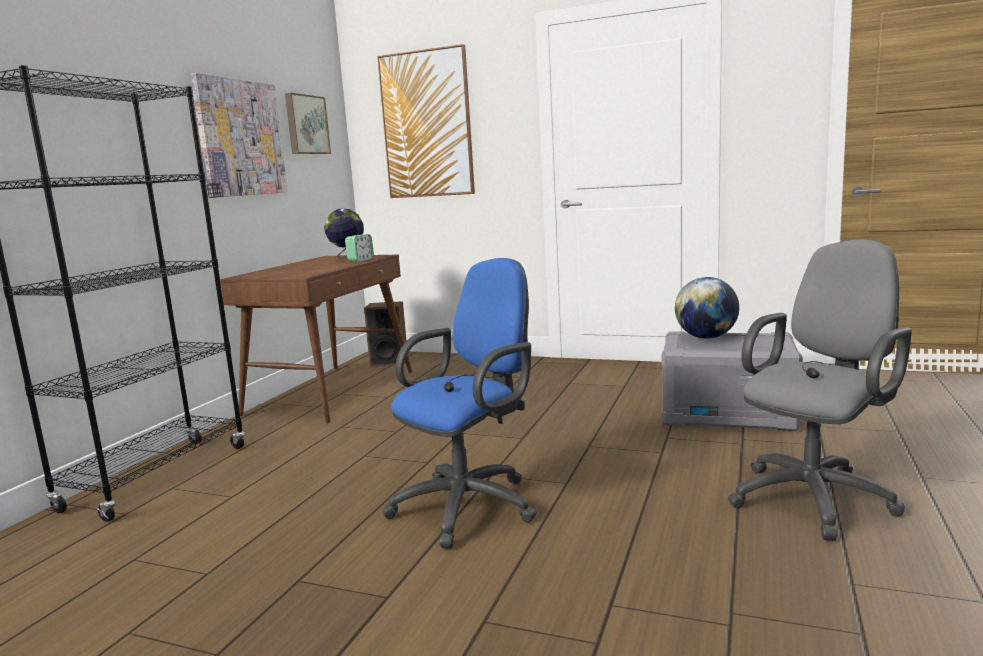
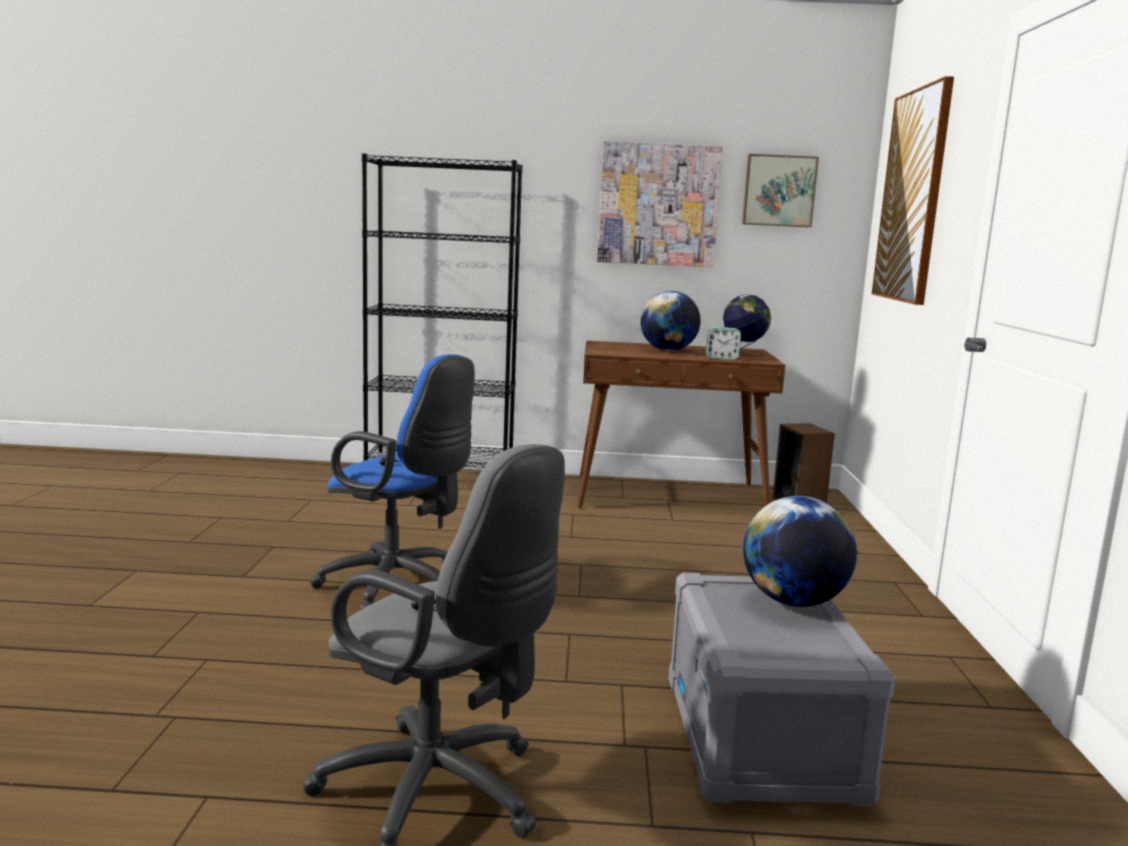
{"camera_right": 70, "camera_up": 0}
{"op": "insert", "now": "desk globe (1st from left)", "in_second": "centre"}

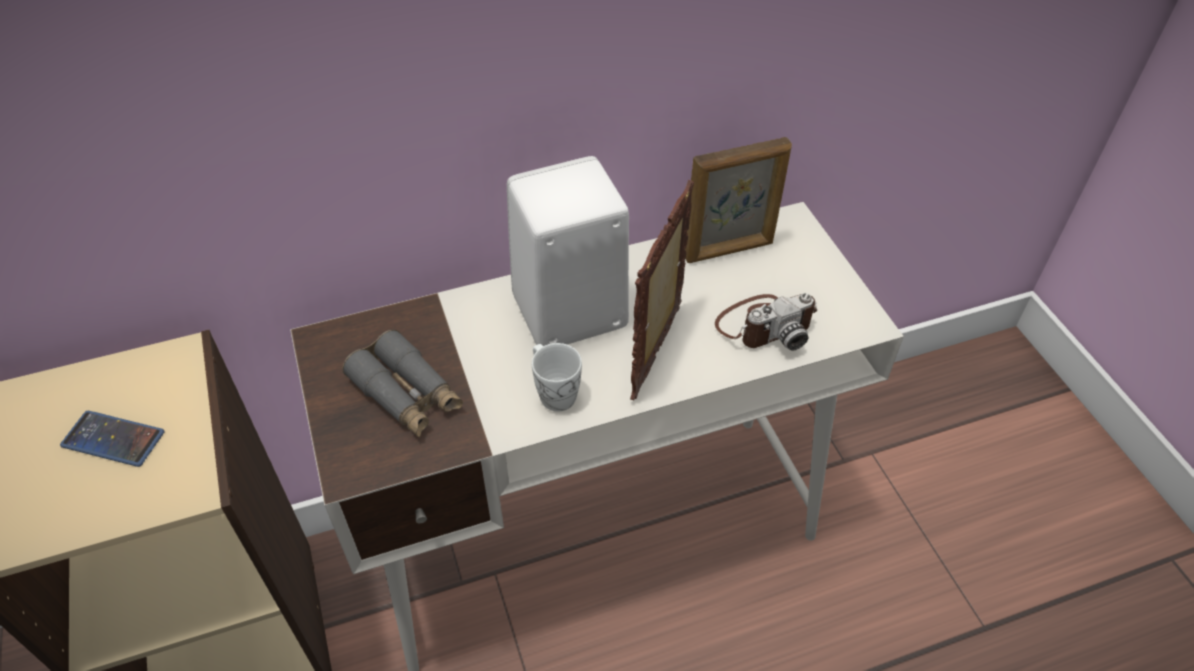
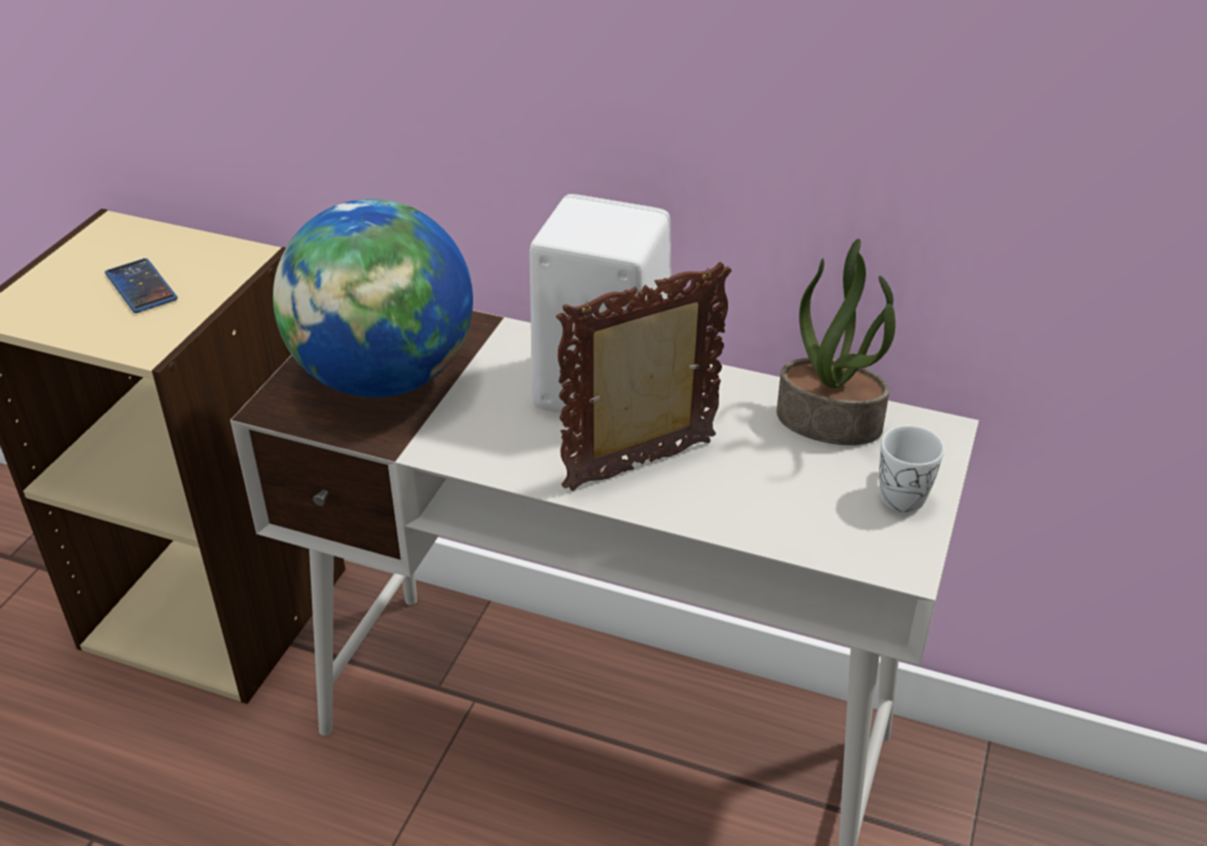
{"camera_right": 40, "camera_up": -10}
{"op": "replace", "was": "photo frame (2nd from left)", "now": "potted plant", "in_first": "top centre", "in_second": "middle right"}
{"op": "delete", "was": "photo camera", "in_first": "centre"}
{"op": "replace", "was": "grey binoculars", "now": "desk globe", "in_first": "centre", "in_second": "middle left"}
{"op": "move", "was": "white-coloured mug", "in_first": "centre", "in_second": "middle right"}

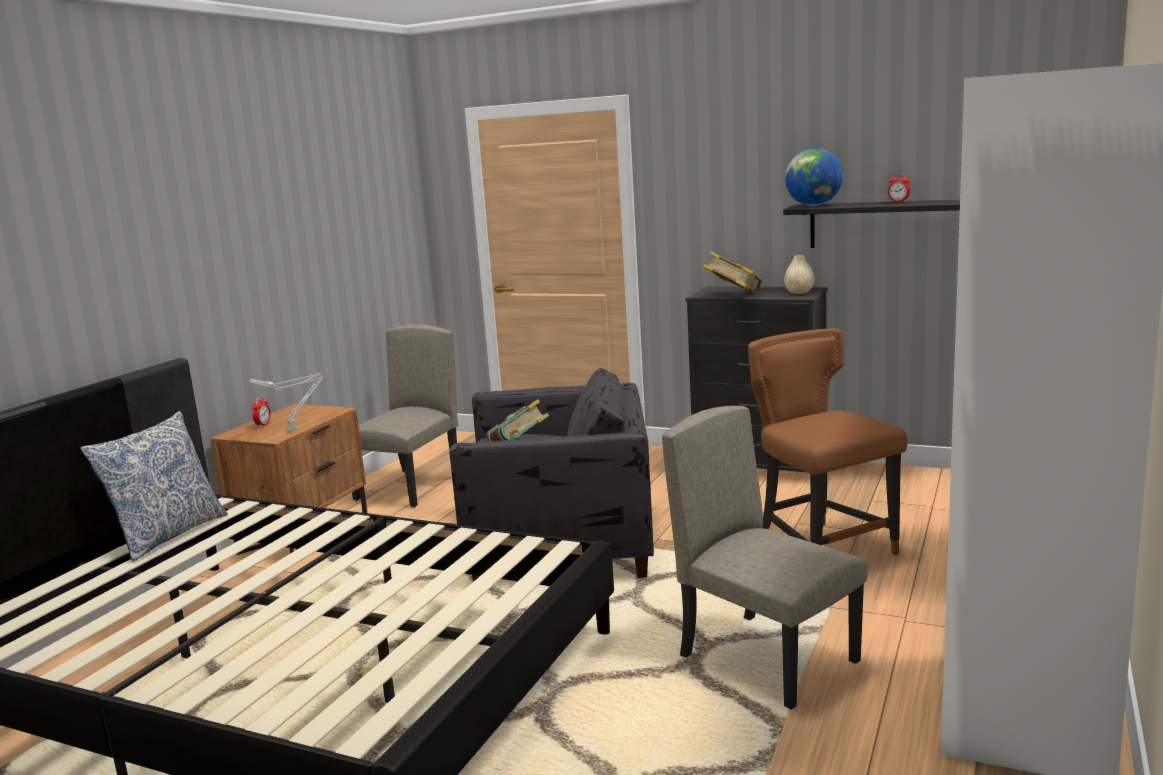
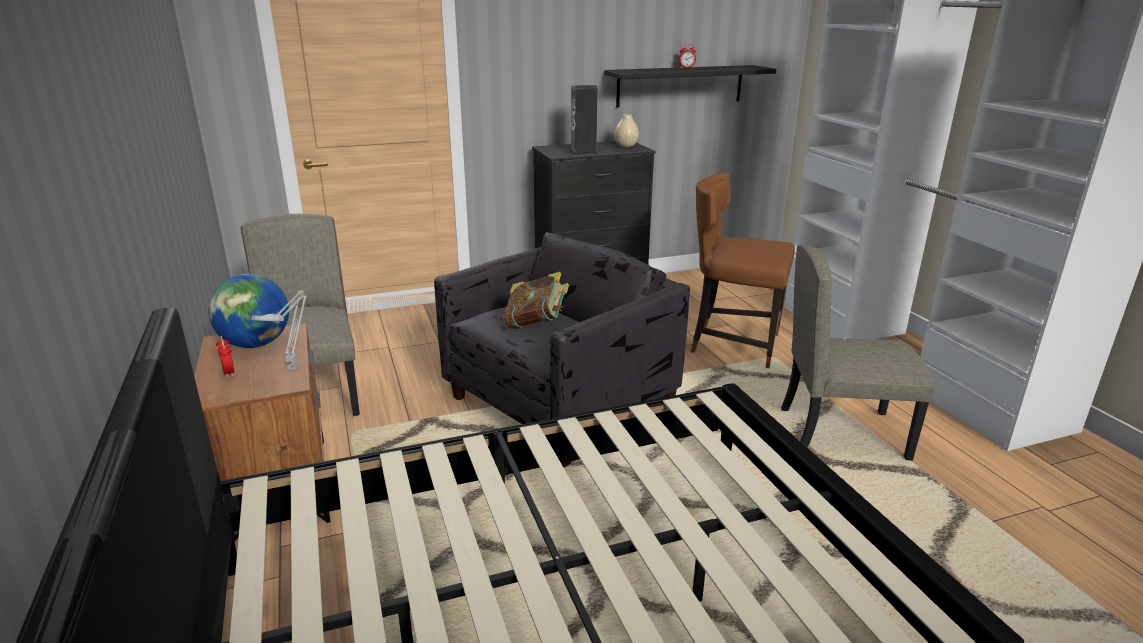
{"camera_right": -45, "camera_up": 10}
{"op": "move", "was": "desk globe", "in_first": "top right", "in_second": "middle left"}
{"op": "replace", "was": "bound book (2nd from left)", "now": "audio speaker", "in_first": "centre", "in_second": "top centre"}
{"op": "delete", "was": "cushion", "in_first": "middle left"}

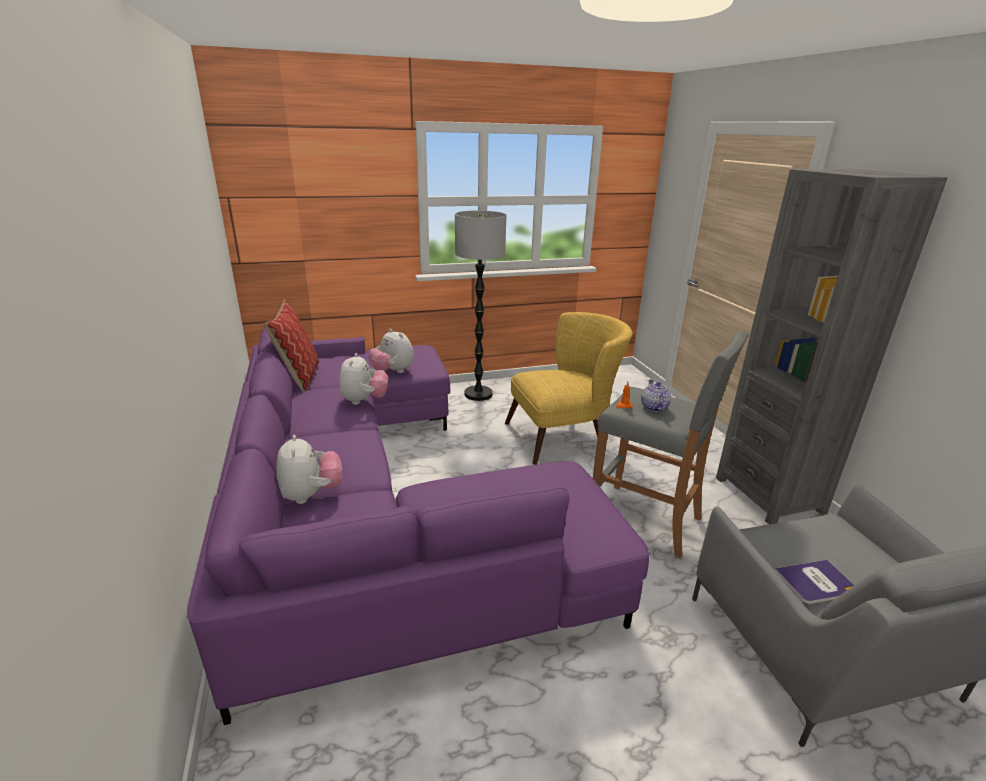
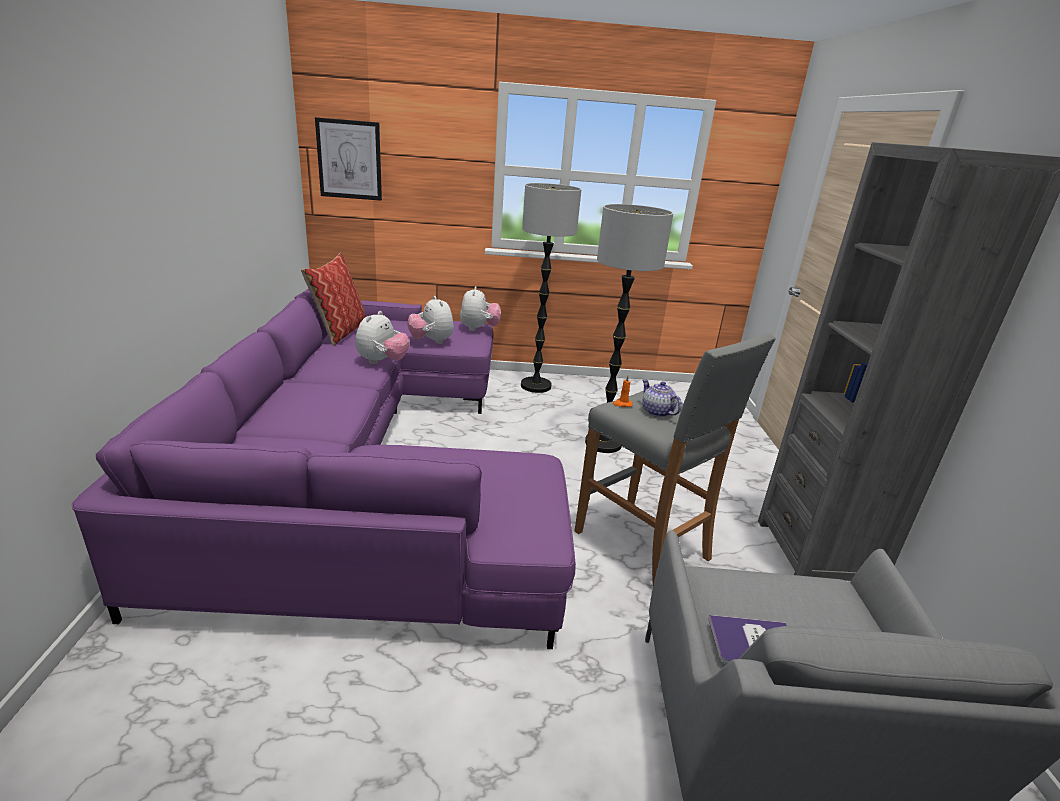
{"camera_right": 15, "camera_up": 0}
{"op": "replace", "was": "yellowish easy chair", "now": "standing lamp (2nd from left)", "in_first": "centre", "in_second": "centre"}
{"op": "rotate", "was": "pot for tea", "in_first": "centre", "in_second": "centre", "clockwise": -45}
{"op": "move", "was": "plush toy (1st from left in the first image)", "now": "plush toy (3rd from left)", "in_first": "middle left", "in_second": "centre"}
{"op": "insert", "now": "wall art", "in_second": "top left"}

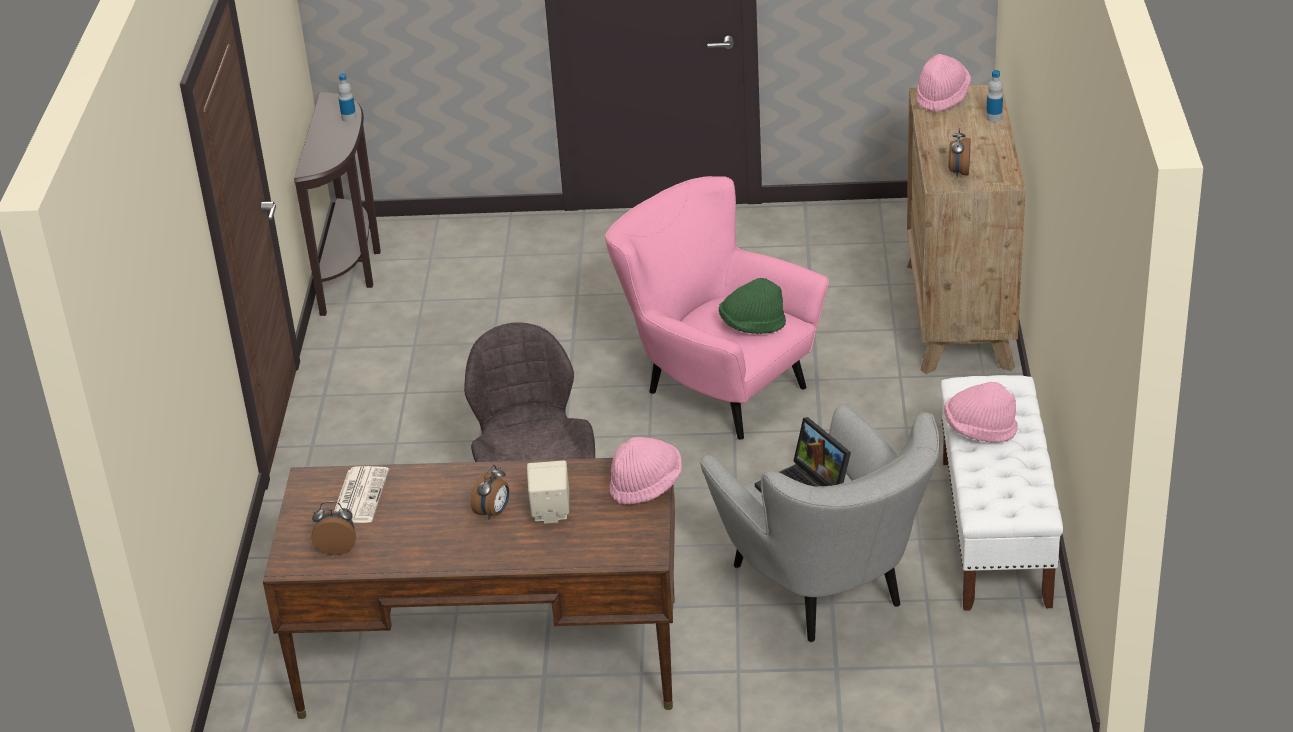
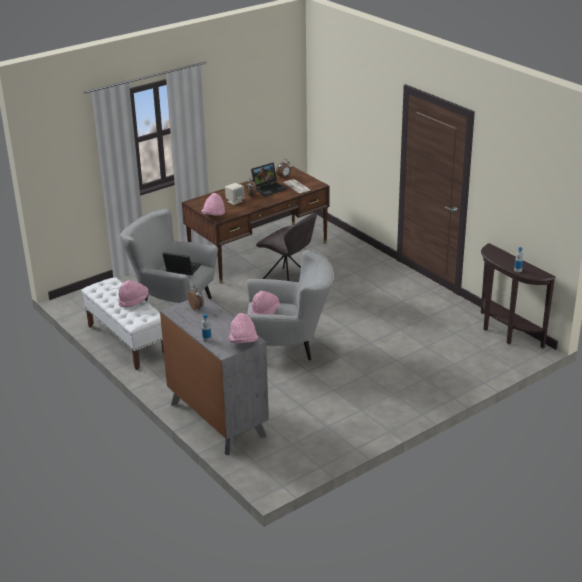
{"camera_right": 140, "camera_up": -5}
{"op": "recolor", "was": "brownish drawer chest", "now": "grey drawer chest", "in_first": "top right", "in_second": "centre"}
{"op": "recolor", "was": "pink easy chair", "now": "grey easy chair (2nd from left)", "in_first": "centre", "in_second": "centre"}
{"op": "recolor", "was": "green-coloured clothing hat", "now": "pink clothing hat (4th from left)", "in_first": "centre", "in_second": "centre"}
{"op": "insert", "now": "notebook computer (2nd from left)", "in_second": "top centre"}

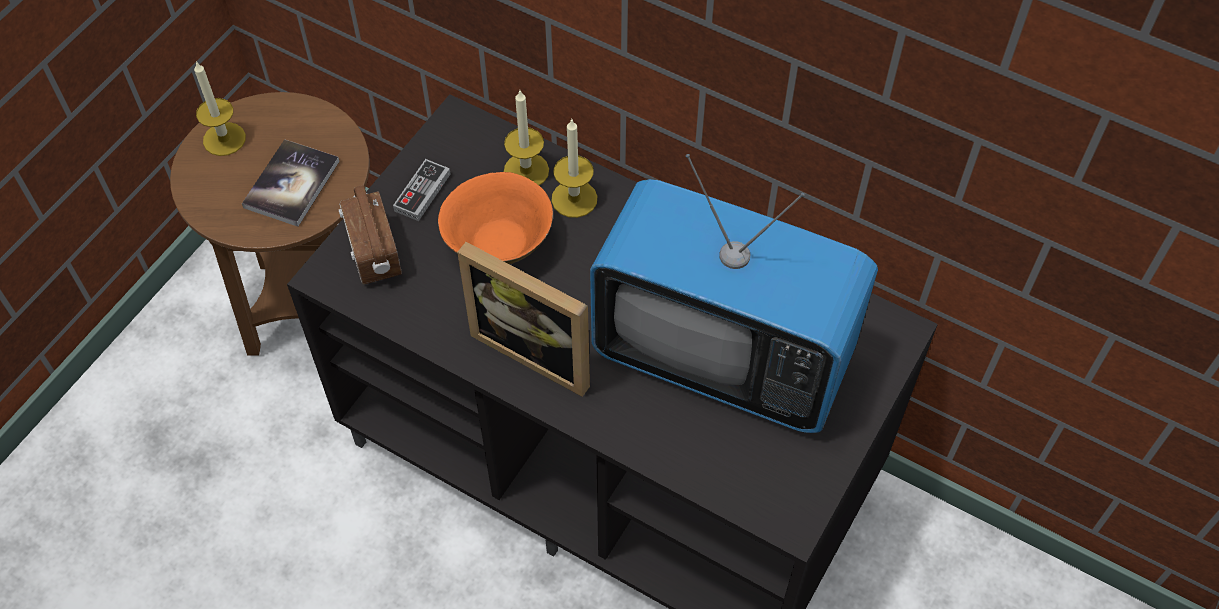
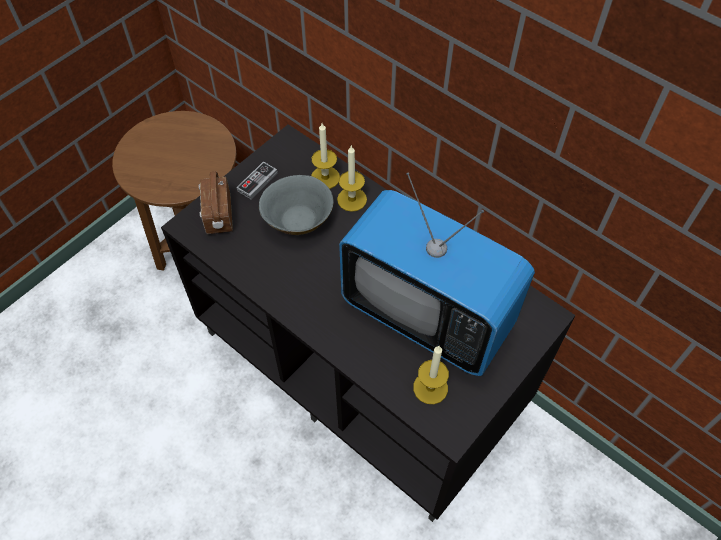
{"camera_right": 10, "camera_up": 0}
{"op": "move", "was": "candle (1st from left in the first image)", "now": "candle (3rd from left)", "in_first": "top left", "in_second": "bottom centre"}
{"op": "delete", "was": "bound book", "in_first": "top left"}
{"op": "recolor", "was": "orangey serving bowl", "now": "grey serving bowl", "in_first": "centre", "in_second": "centre"}
{"op": "delete", "was": "photo frame", "in_first": "centre"}

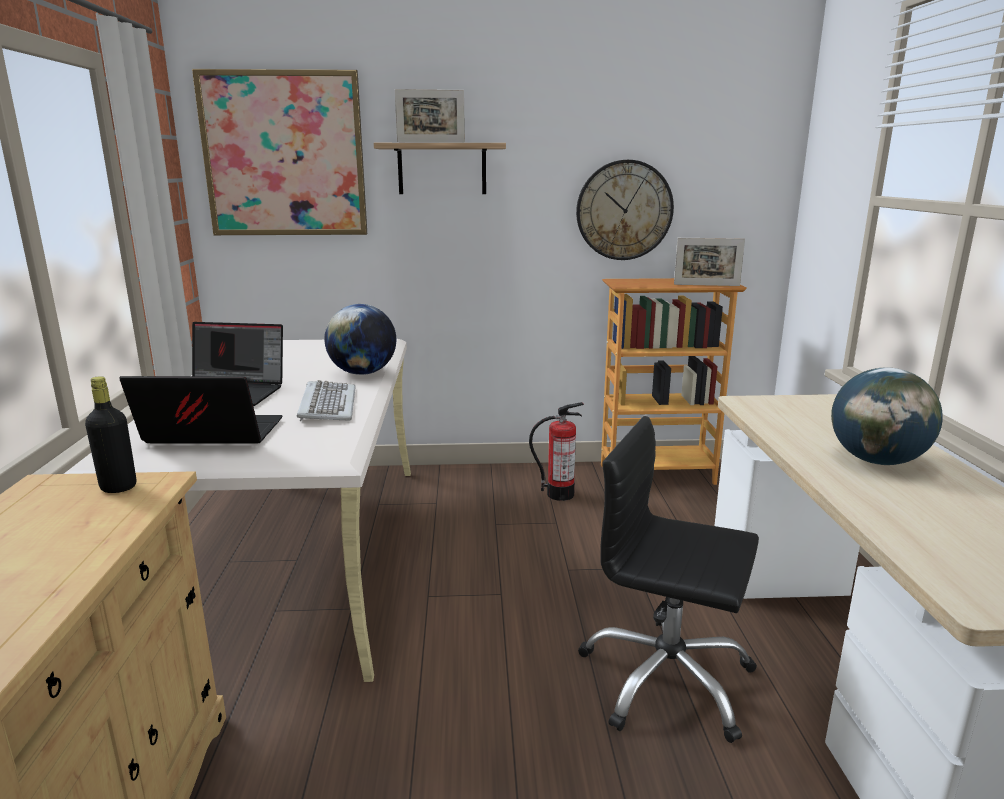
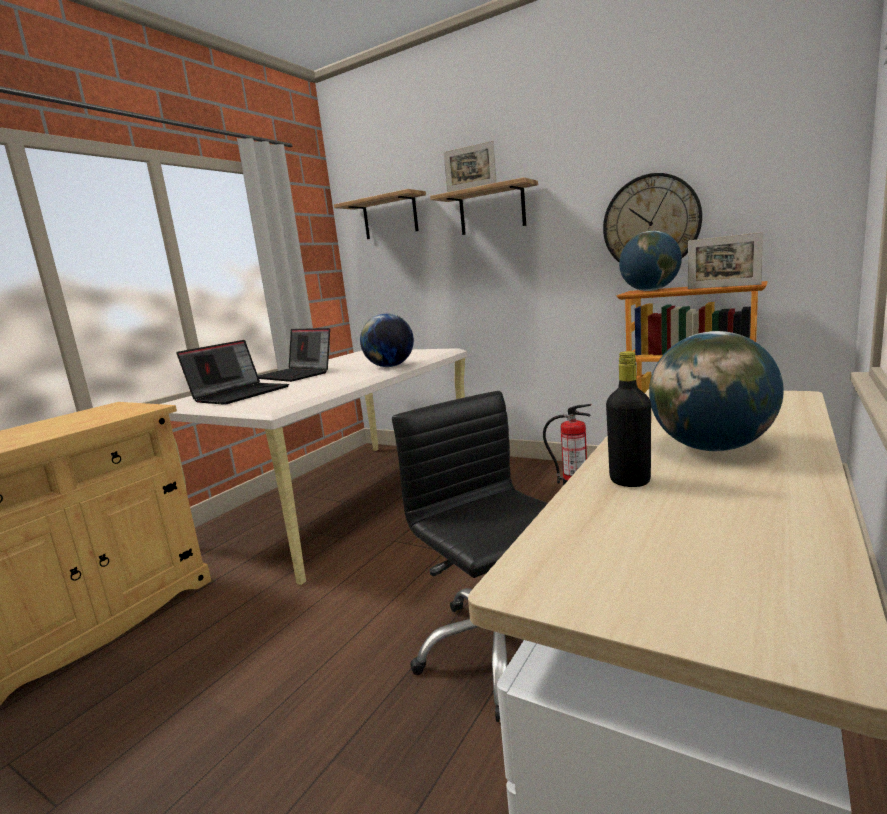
{"camera_right": 35, "camera_up": -5}
{"op": "replace", "was": "wall art", "now": "bracket shelf (1st from left)", "in_first": "top left", "in_second": "top centre"}
{"op": "move", "was": "black drink bottle", "in_first": "middle left", "in_second": "middle right"}
{"op": "rotate", "was": "notebook computer (1st from left)", "in_first": "middle left", "in_second": "middle left", "clockwise": 90}
{"op": "delete", "was": "computer keyboard", "in_first": "middle left"}
{"op": "insert", "now": "desk globe (2nd from left)", "in_second": "top right"}

